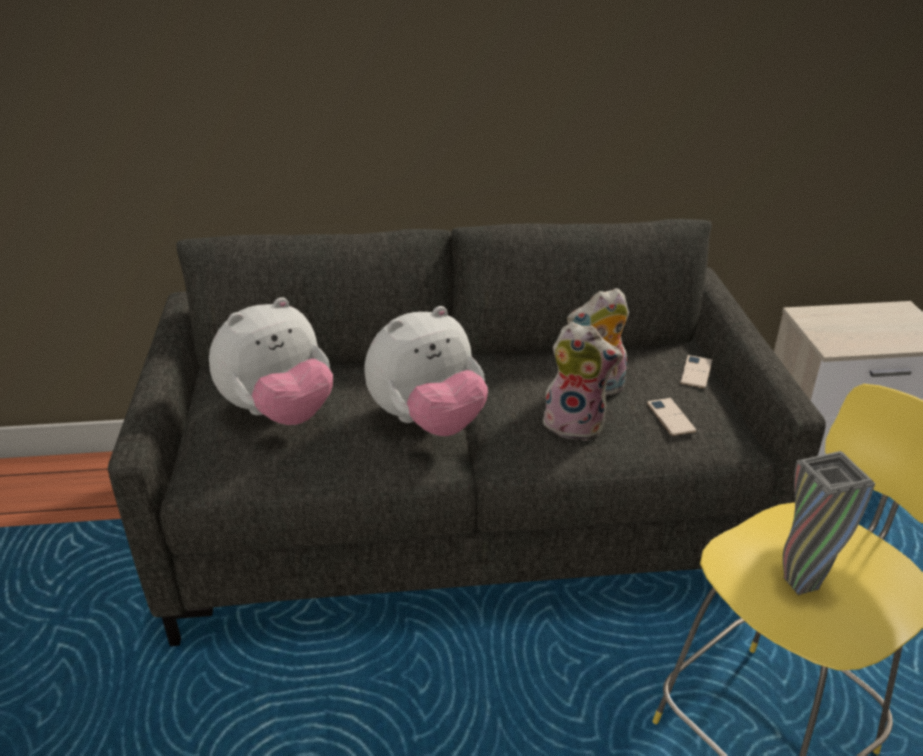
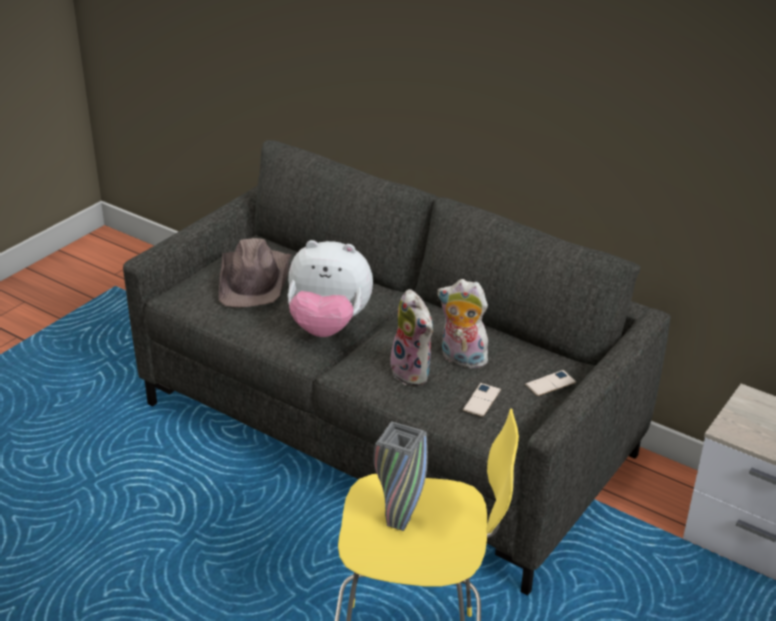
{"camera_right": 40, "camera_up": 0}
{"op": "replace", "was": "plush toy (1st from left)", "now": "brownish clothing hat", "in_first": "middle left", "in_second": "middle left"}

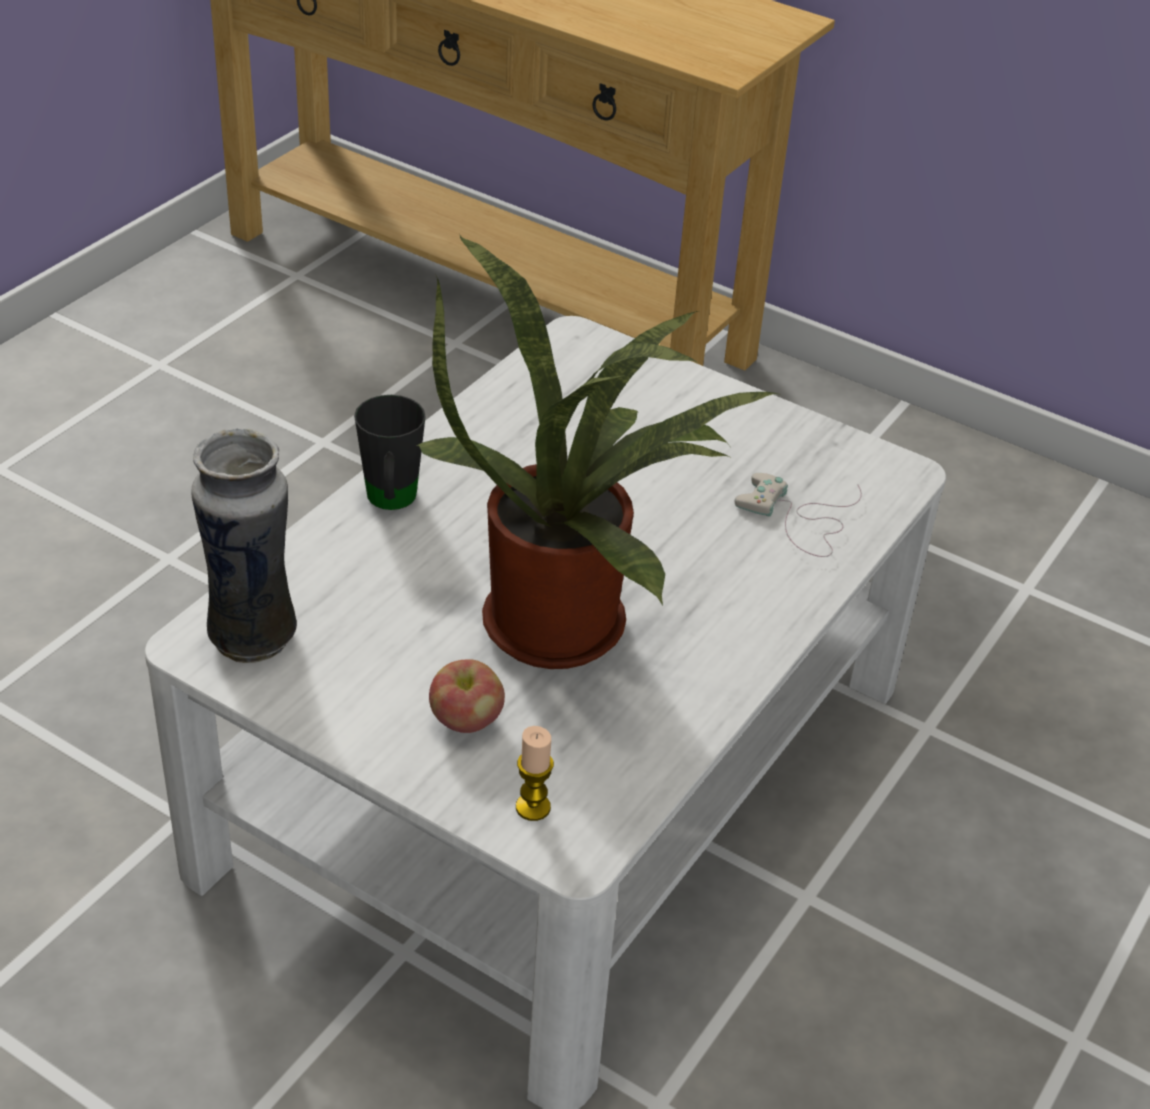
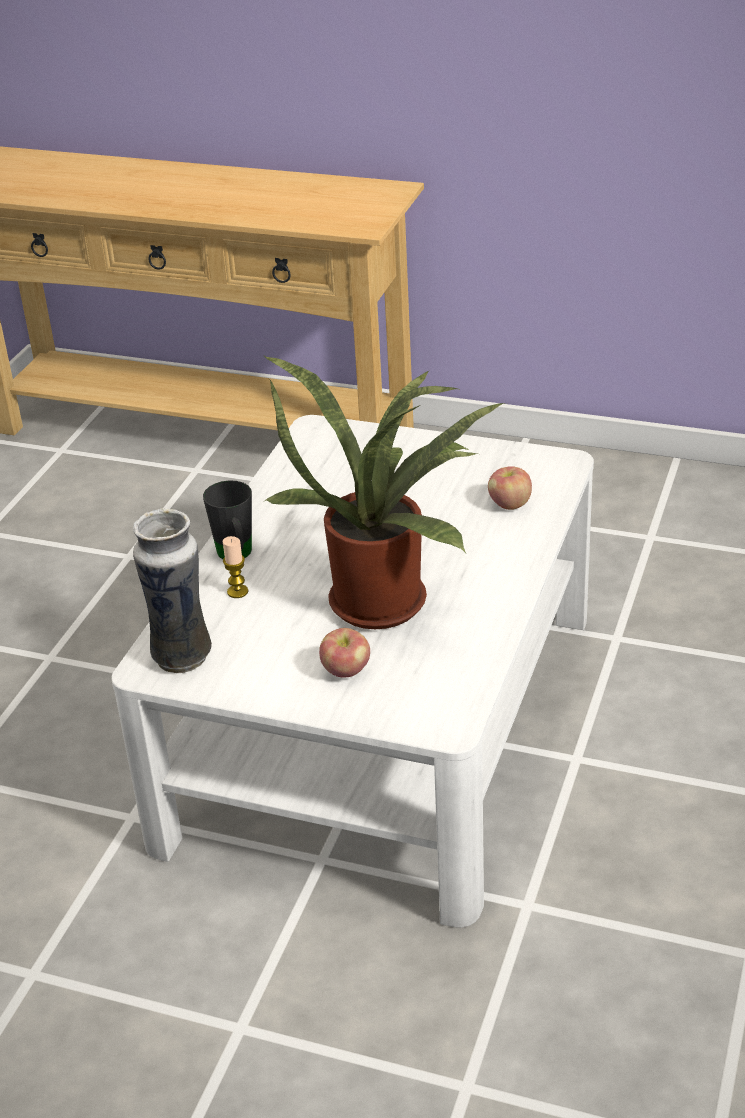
{"camera_right": -10, "camera_up": -5}
{"op": "replace", "was": "white-coloured joypad", "now": "apple fruit (2nd from left)", "in_first": "middle right", "in_second": "middle right"}
{"op": "move", "was": "candle", "in_first": "bottom centre", "in_second": "middle left"}

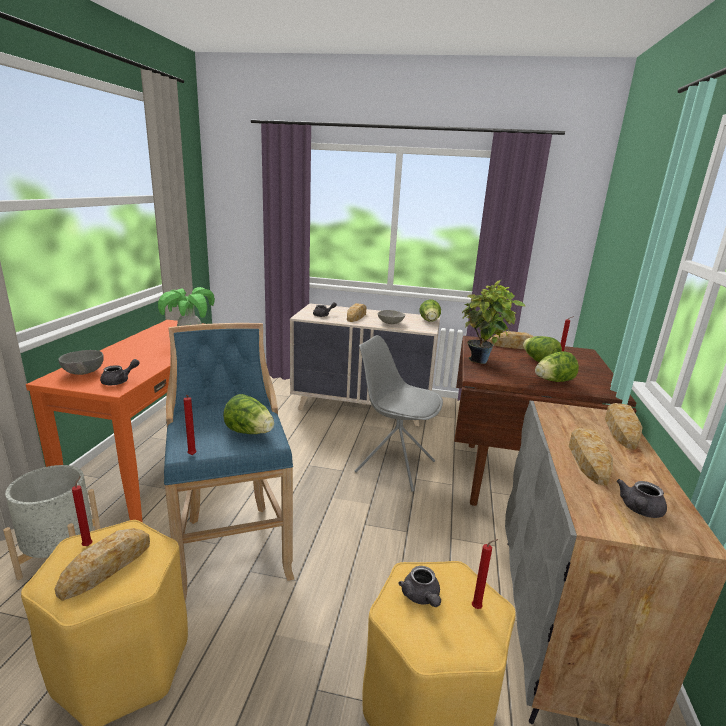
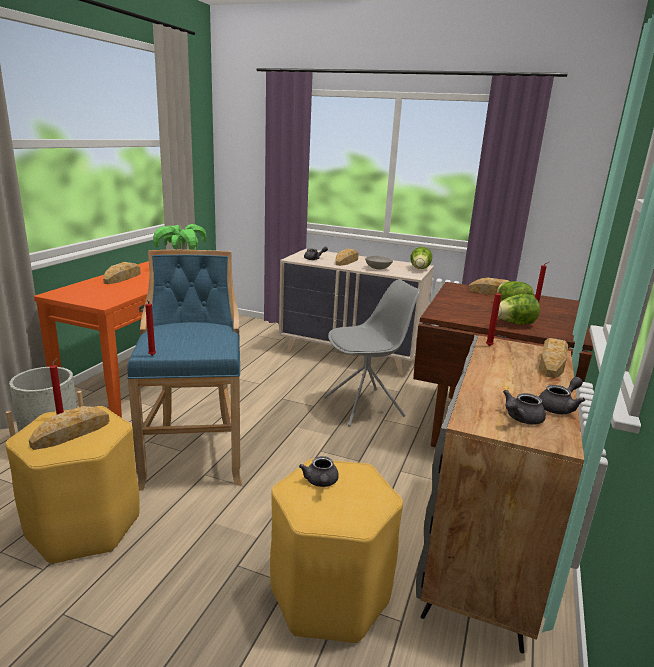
{"camera_right": 10, "camera_up": 0}
{"op": "delete", "was": "potted plant (2nd from left)", "in_first": "middle right"}
{"op": "rotate", "was": "grey upright chair", "in_first": "centre", "in_second": "centre", "clockwise": 120}
{"op": "delete", "was": "grey serving bowl (1st from left)", "in_first": "middle left"}
{"op": "move", "was": "grey pot for tea (1st from left in the first image)", "now": "grey pot for tea (4th from left)", "in_first": "middle left", "in_second": "middle right"}
{"op": "delete", "was": "lettuce head (1st from left)", "in_first": "centre"}
{"op": "move", "was": "bakery bread (4th from left in the first image)", "now": "bakery bread (2nd from left)", "in_first": "middle right", "in_second": "middle left"}
{"op": "move", "was": "reddish candle (3rd from left)", "in_first": "bottom right", "in_second": "middle right"}

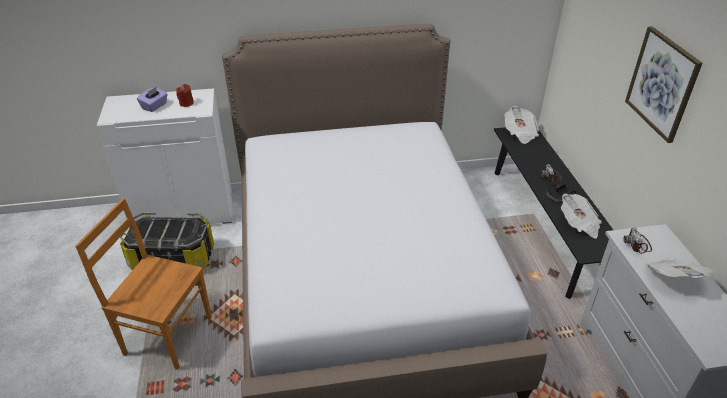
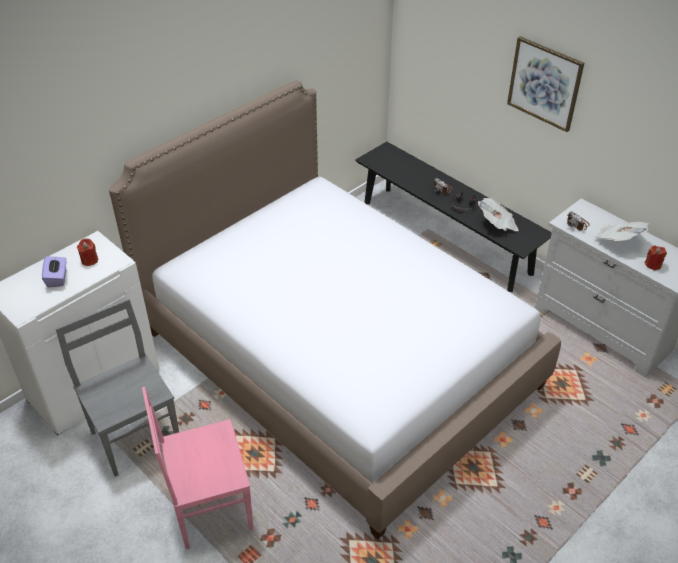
{"camera_right": -35, "camera_up": 5}
{"op": "delete", "was": "newspaper (1st from left)", "in_first": "top right"}
{"op": "recolor", "was": "brownish upright chair", "now": "pink upright chair", "in_first": "bottom left", "in_second": "bottom left"}
{"op": "replace", "was": "storage bin", "now": "grey upright chair", "in_first": "middle left", "in_second": "bottom left"}
{"op": "insert", "now": "reddish candle (2nd from left)", "in_second": "middle right"}

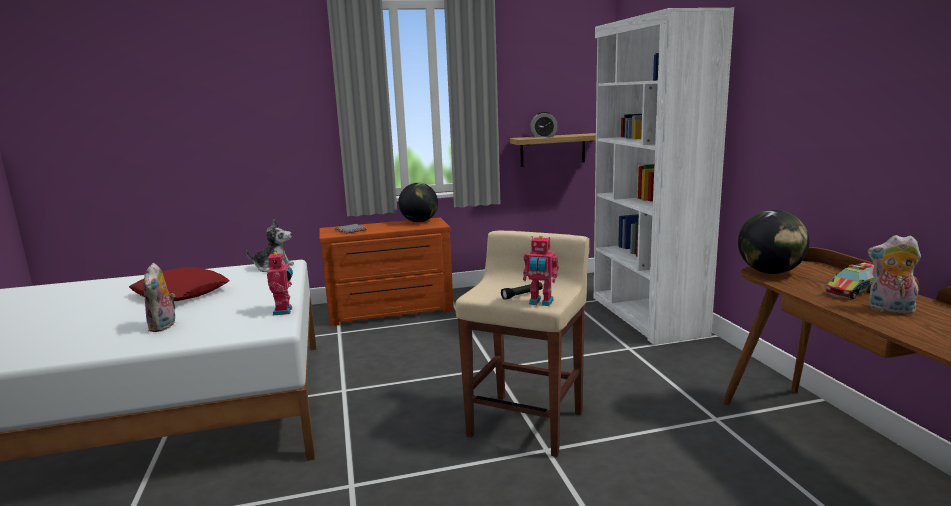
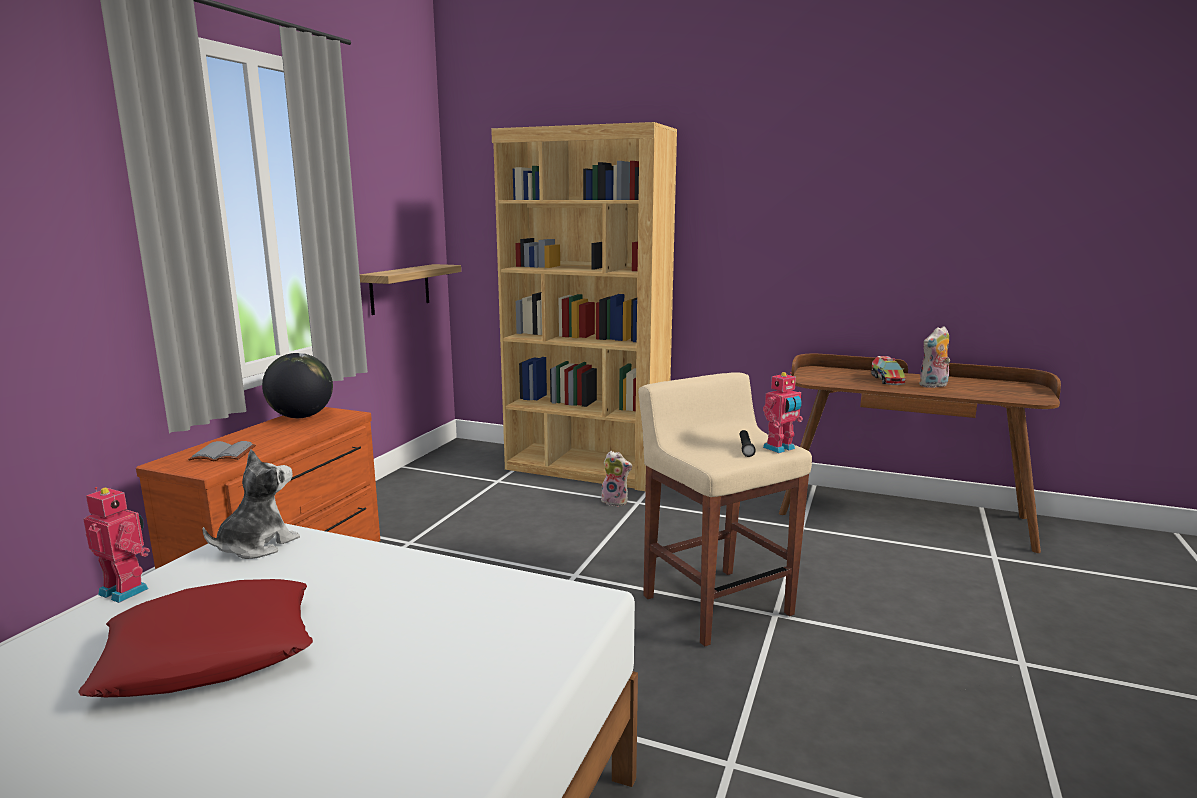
{"camera_right": -55, "camera_up": 0}
{"op": "recolor", "was": "white-coloured bookshelf", "now": "brownish bookshelf", "in_first": "middle right", "in_second": "centre"}
{"op": "delete", "was": "table clock", "in_first": "top centre"}
{"op": "delete", "was": "desk globe (2nd from left)", "in_first": "middle right"}
{"op": "move", "was": "model robot (1st from left)", "in_first": "middle left", "in_second": "bottom left"}
{"op": "move", "was": "plush toy (1st from left in the first image)", "now": "plush toy (2nd from left)", "in_first": "middle left", "in_second": "centre"}

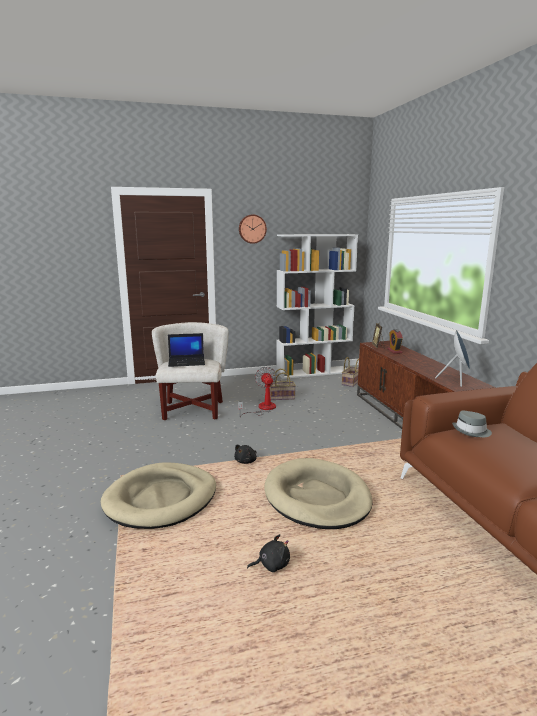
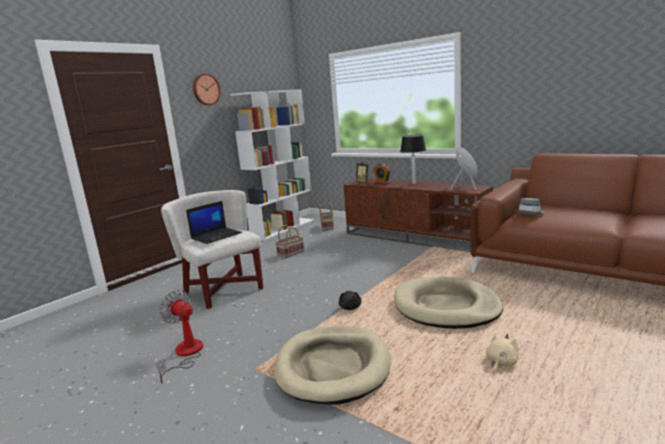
{"camera_right": -35, "camera_up": 0}
{"op": "move", "was": "cooling fan", "in_first": "centre", "in_second": "bottom left"}
{"op": "recolor", "was": "black plush toy (2nd from left)", "now": "beige-coloured plush toy", "in_first": "bottom centre", "in_second": "bottom right"}
{"op": "insert", "now": "table lamp", "in_second": "centre"}

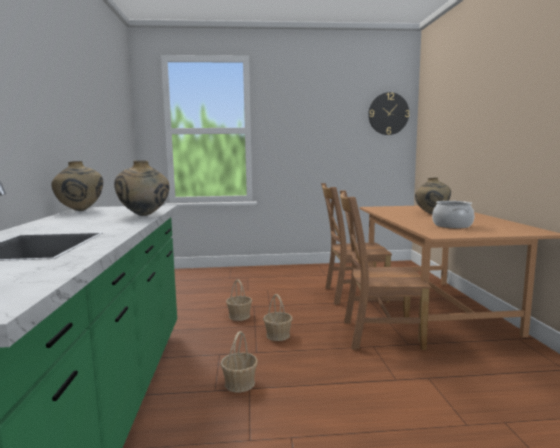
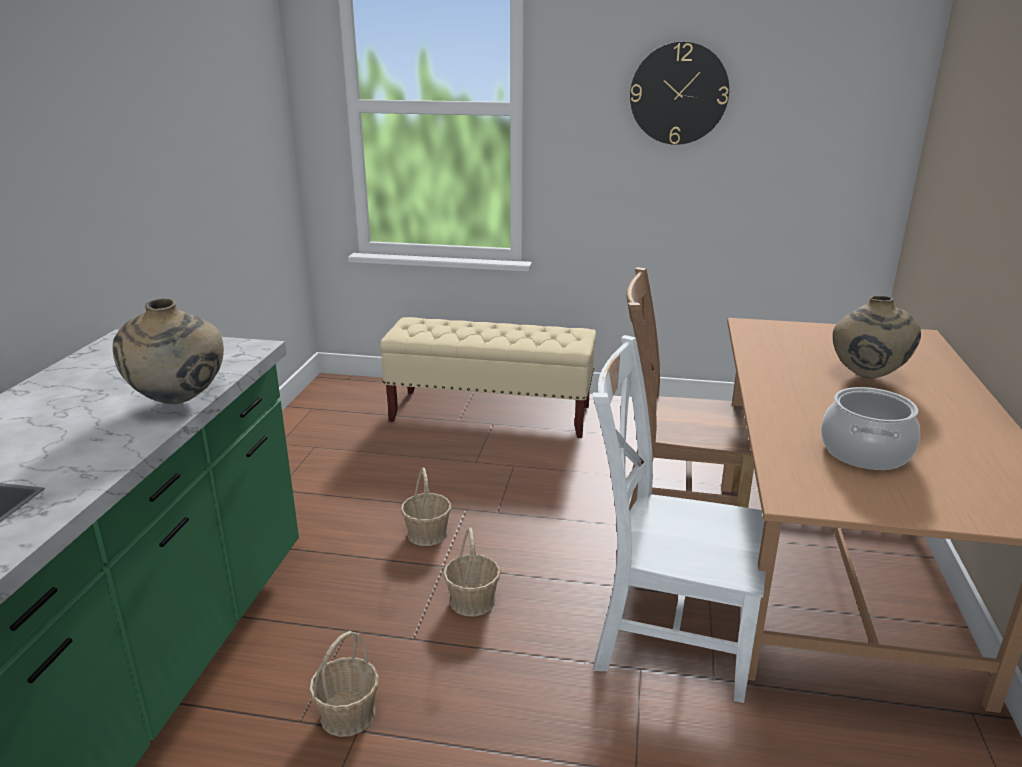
{"camera_right": 15, "camera_up": 15}
{"op": "move", "was": "hanging clock", "in_first": "top right", "in_second": "top centre"}
{"op": "delete", "was": "beige-coloured flower vase (1st from left)", "in_first": "middle left"}
{"op": "recolor", "was": "brownish upright chair (2nd from left)", "now": "white-coloured upright chair", "in_first": "middle right", "in_second": "bottom centre"}
{"op": "insert", "now": "beige-coloured indoor bench", "in_second": "centre"}

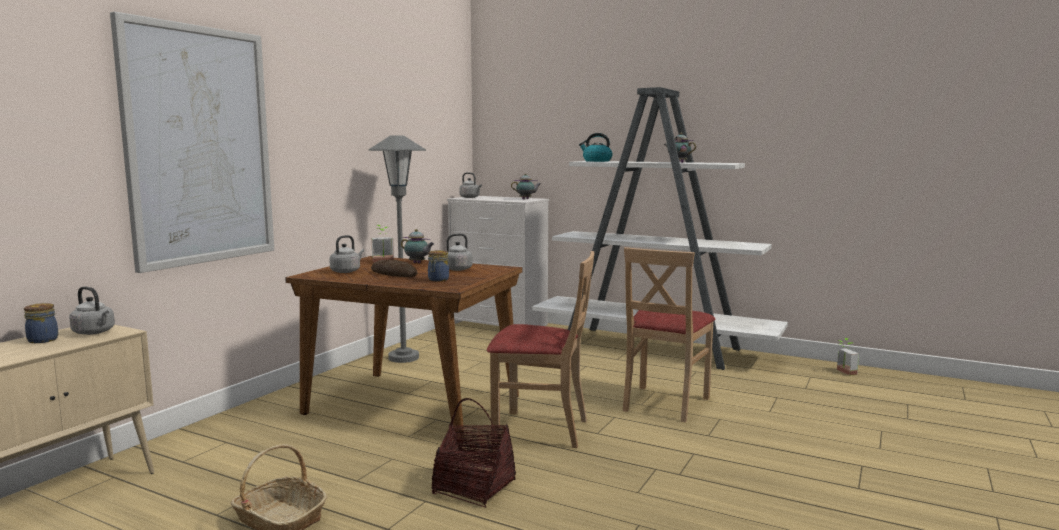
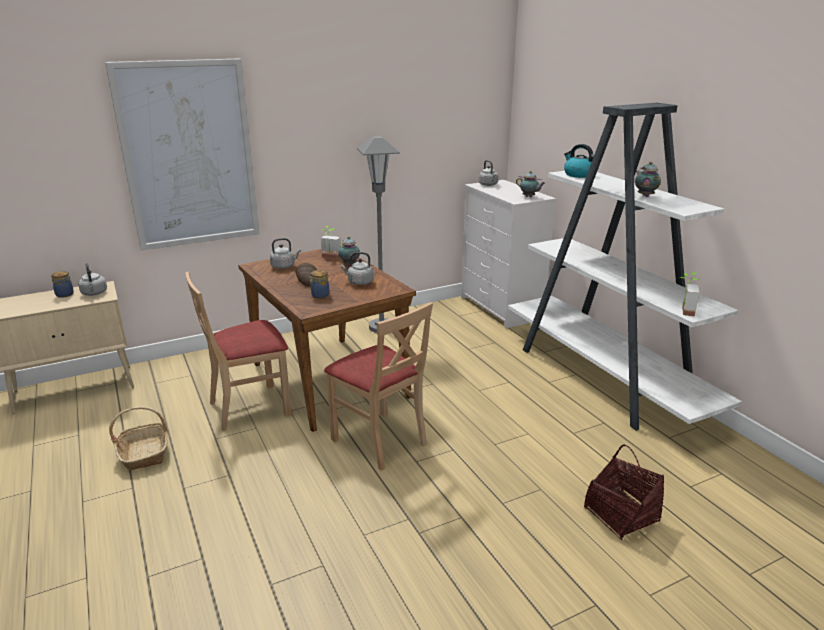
{"camera_right": 35, "camera_up": 15}
{"op": "move", "was": "beige-coloured upright chair (2nd from left in the first image)", "now": "beige-coloured upright chair (1st from left)", "in_first": "centre", "in_second": "middle left"}
{"op": "move", "was": "potted plant (2nd from left)", "in_first": "bottom right", "in_second": "middle right"}
{"op": "move", "was": "basket (2nd from left)", "in_first": "bottom centre", "in_second": "bottom right"}

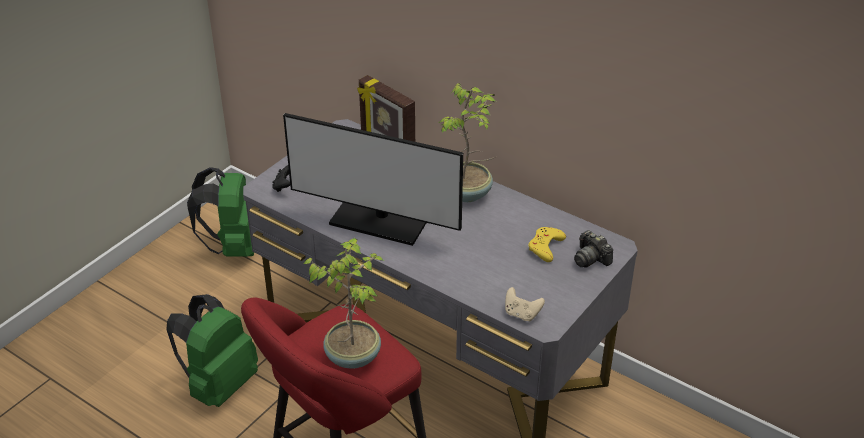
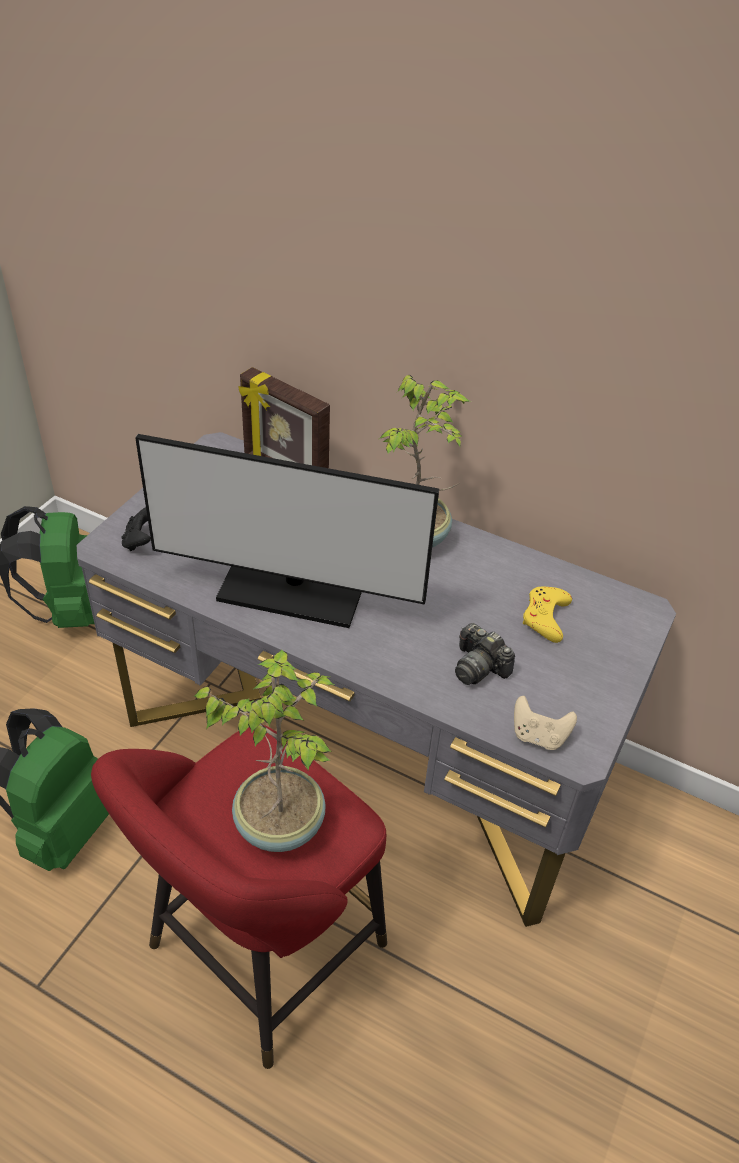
{"camera_right": -10, "camera_up": 5}
{"op": "move", "was": "photo camera", "in_first": "middle right", "in_second": "centre"}

